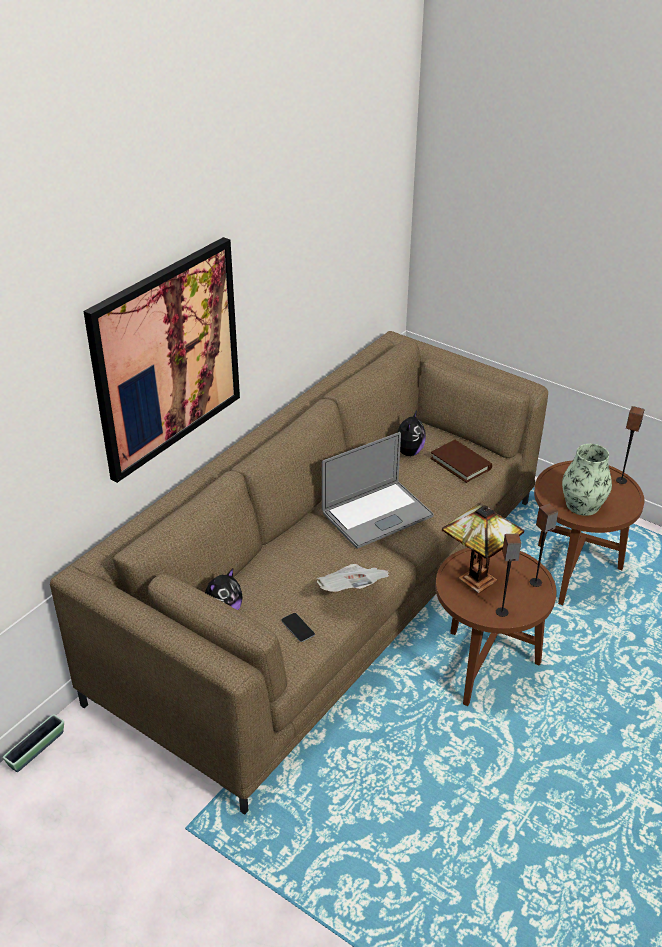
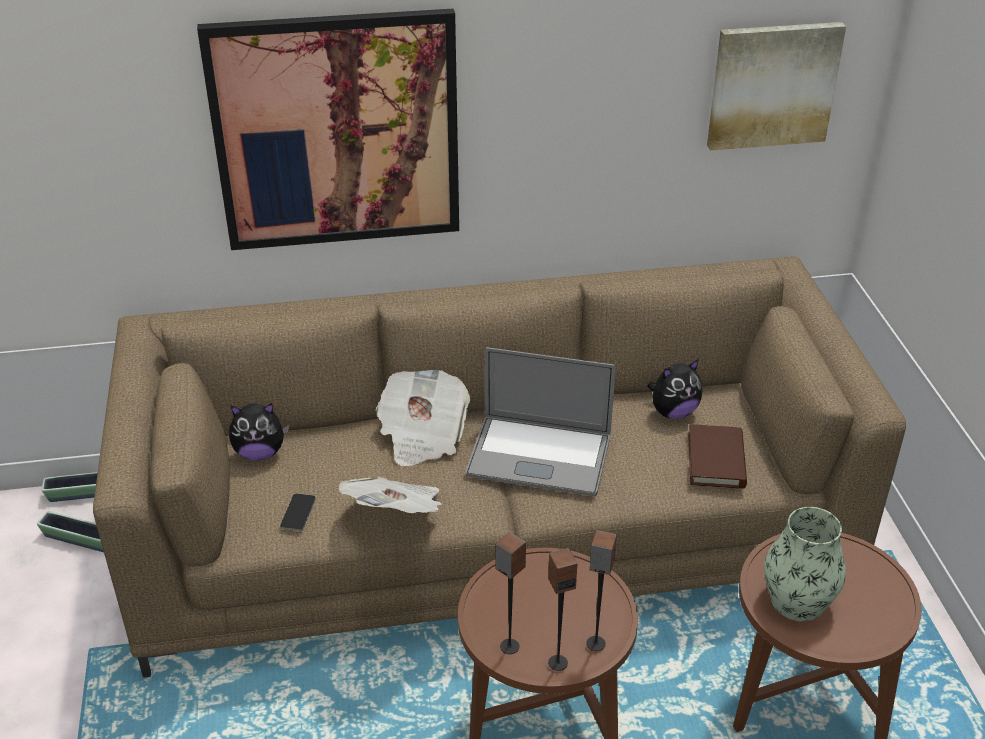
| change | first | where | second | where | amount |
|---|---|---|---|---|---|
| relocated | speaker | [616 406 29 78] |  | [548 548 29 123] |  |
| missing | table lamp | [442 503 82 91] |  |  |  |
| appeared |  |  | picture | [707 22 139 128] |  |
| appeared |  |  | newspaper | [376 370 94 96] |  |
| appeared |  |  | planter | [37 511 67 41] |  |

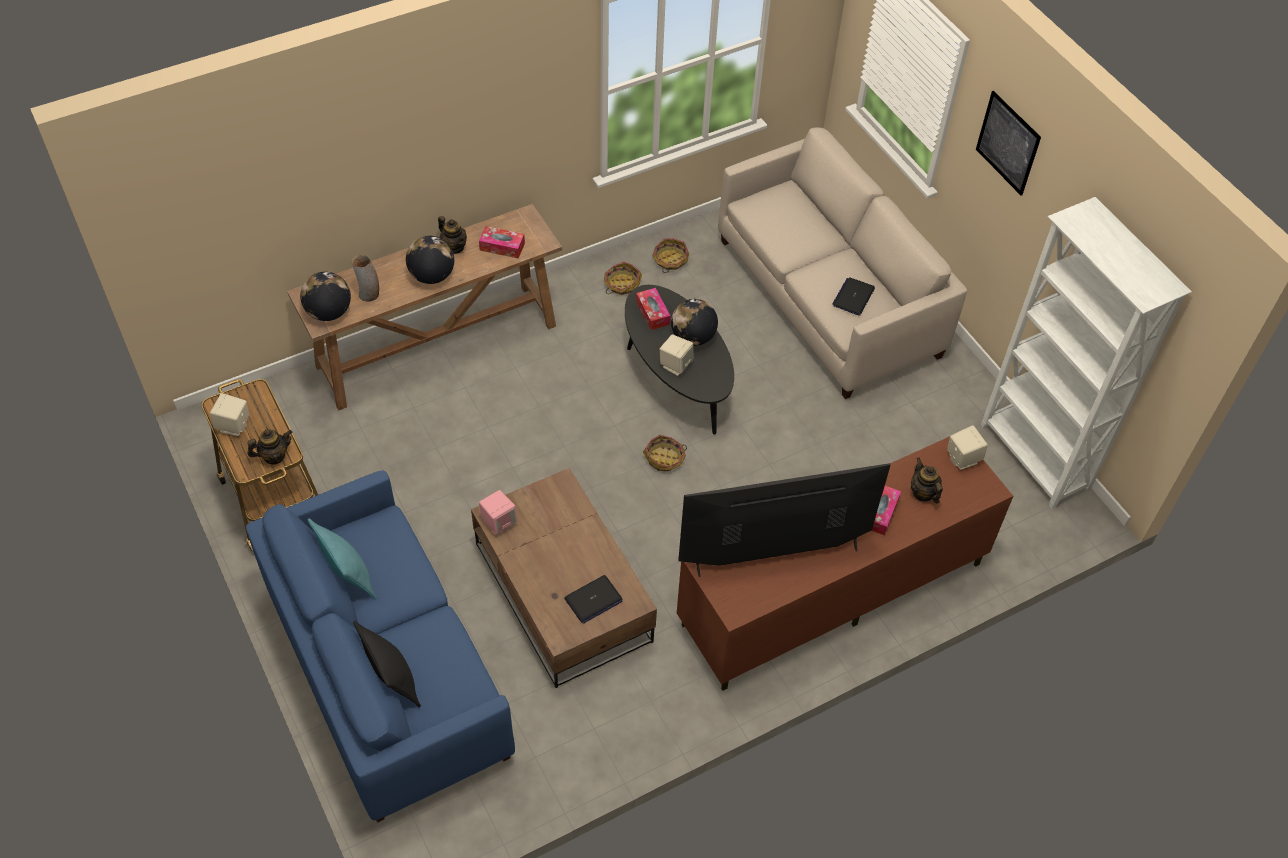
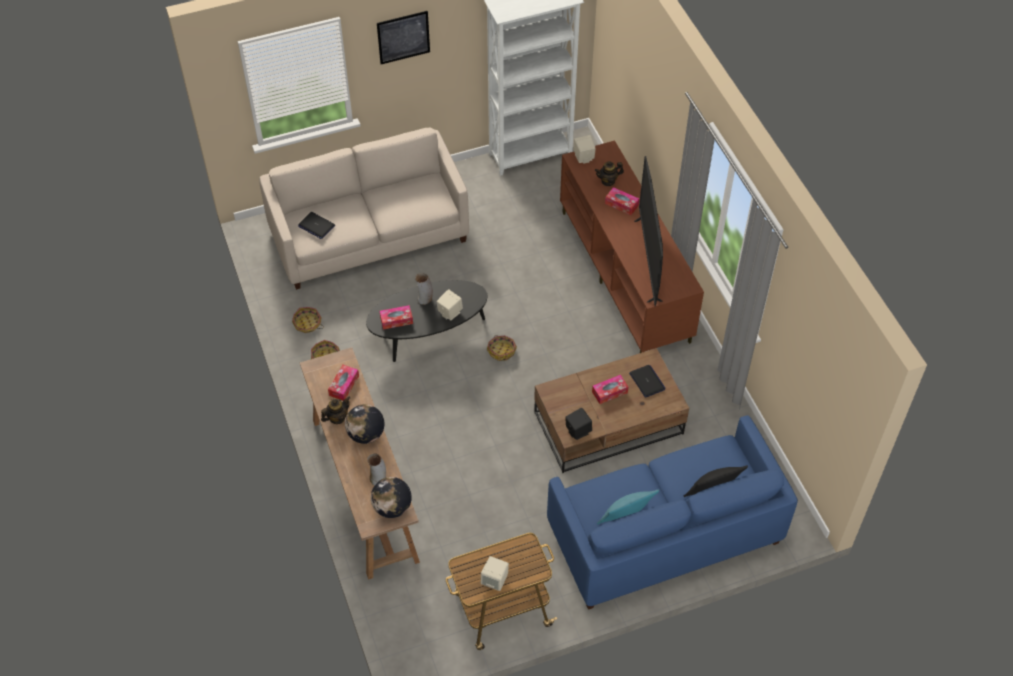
| change | first | where | second | where | amount |
|---|---|---|---|---|---|
| relocated | laptop | [832 277 43 39] |  | [298 212 37 27] |  |
| exchanged | globe | [671 299 47 47] | vase | [415 273 18 32] |  |
| missing | teapot | [248 429 44 36] |  |  |  |
| colour | speaker (pink) | [479 490 39 45] | speaker (black) | [565 408 27 32] |  |
| appeared |  |  | tissue box | [592 375 36 29] |  |

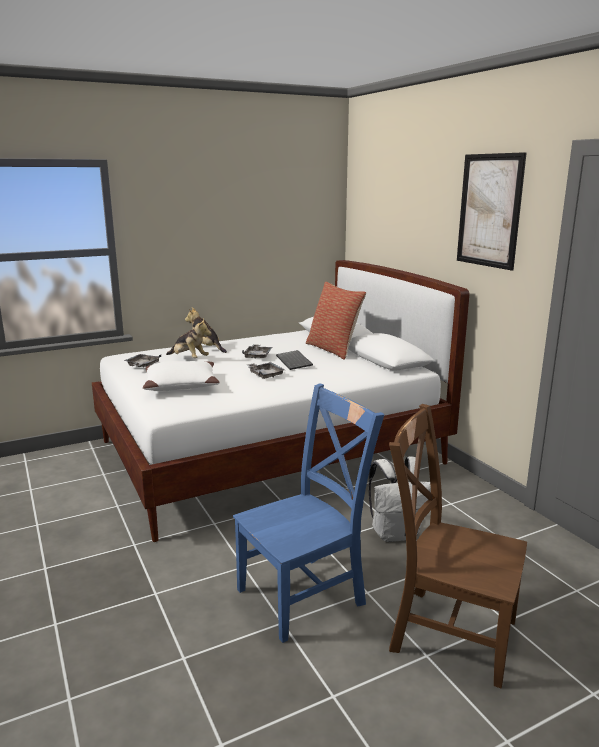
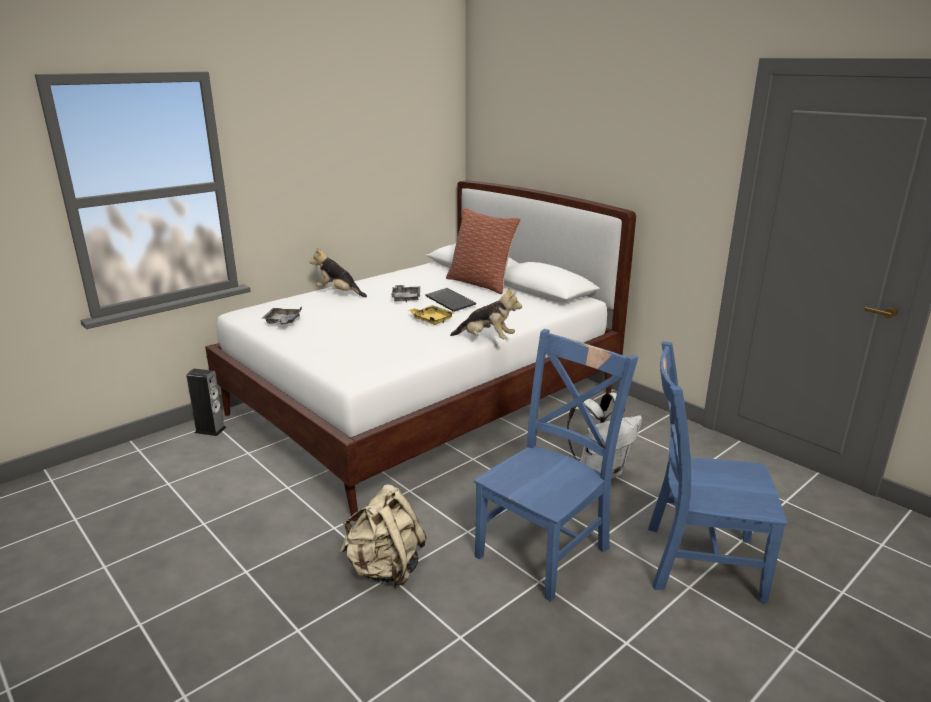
| change | first | where | second | where | amount |
|---|---|---|---|---|---|
| missing | picture | [457 152 70 118] |  |  |  |
| relocated | plush toy | [166 319 46 39] |  | [450 287 72 52] |  |
| missing | pillow (white) | [143 361 77 30] |  |  |  |
| colour | tray (grey) | [248 362 37 17] | tray (yellow) | [407 305 47 20] |  |
| colour | chair (brown) | [389 404 138 284] | chair (blue) | [648 341 139 263] |  |
| appeared |  |  | speaker | [186 369 40 67] |  |
| appeared |  |  | backpack (beige) | [340 484 87 104] |  |

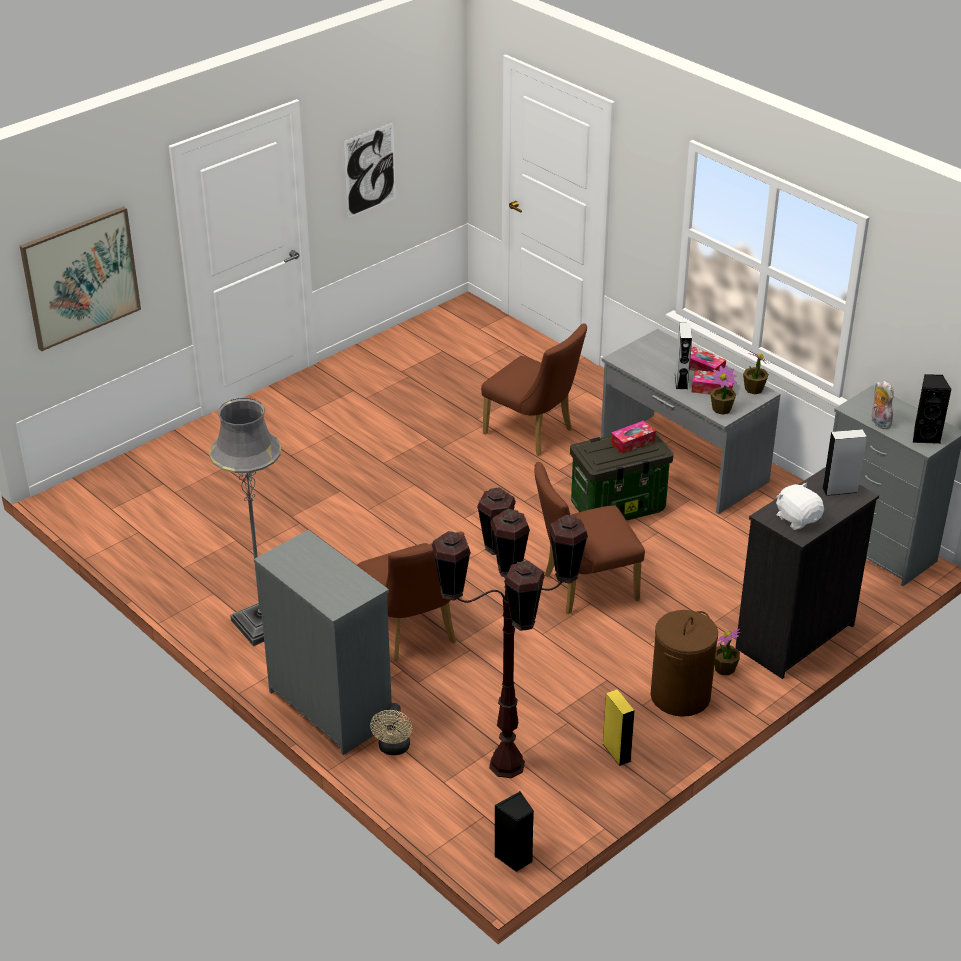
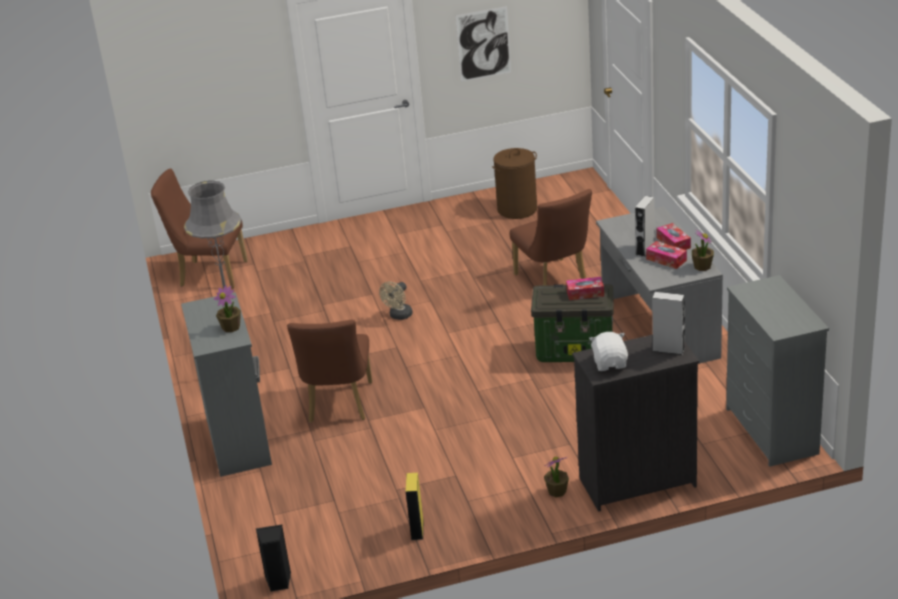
| change | first | where | second | where | amount |
|---|---|---|---|---|---|
| missing | picture | [20 206 121 145] |  |  |  |
| relocated | potted plant | [710 366 27 49] |  | [214 285 27 47] |  |
| missing | speaker (black) | [913 374 39 70] |  |  |  |
| missing | plush toy | [872 380 22 49] |  |  |  |
| relocated | chair (brown) | [534 462 111 152] |  | [151 168 97 120] |  |
| missing | floor lamp (brown) | [432 487 156 291] |  |  |  |
| relocated | laundry basket (brown) | [650 610 68 107] |  | [492 148 45 71] |  |
| relocated | fan (beige) | [370 703 42 52] |  | [379 282 33 38] |  |

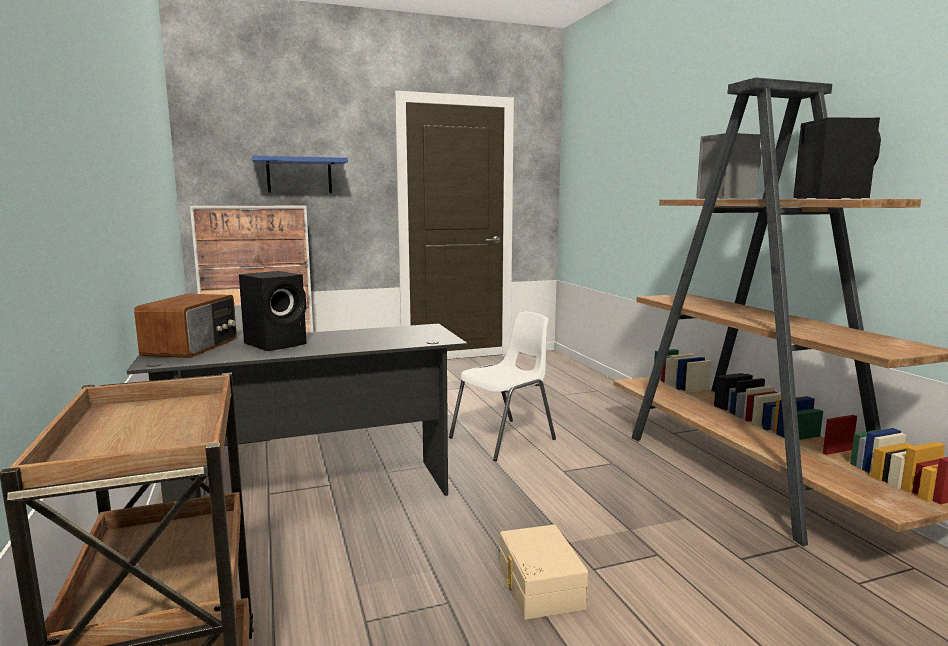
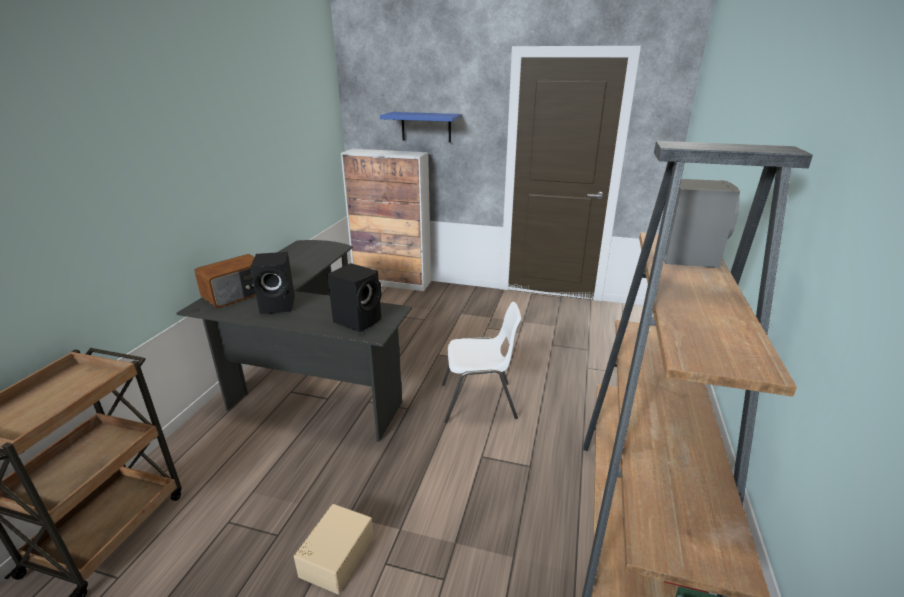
| change | first | where | second | where | amount |
|---|---|---|---|---|---|
| relocated | speaker (black) | [793 117 88 82] |  | [327 263 55 69] |  |

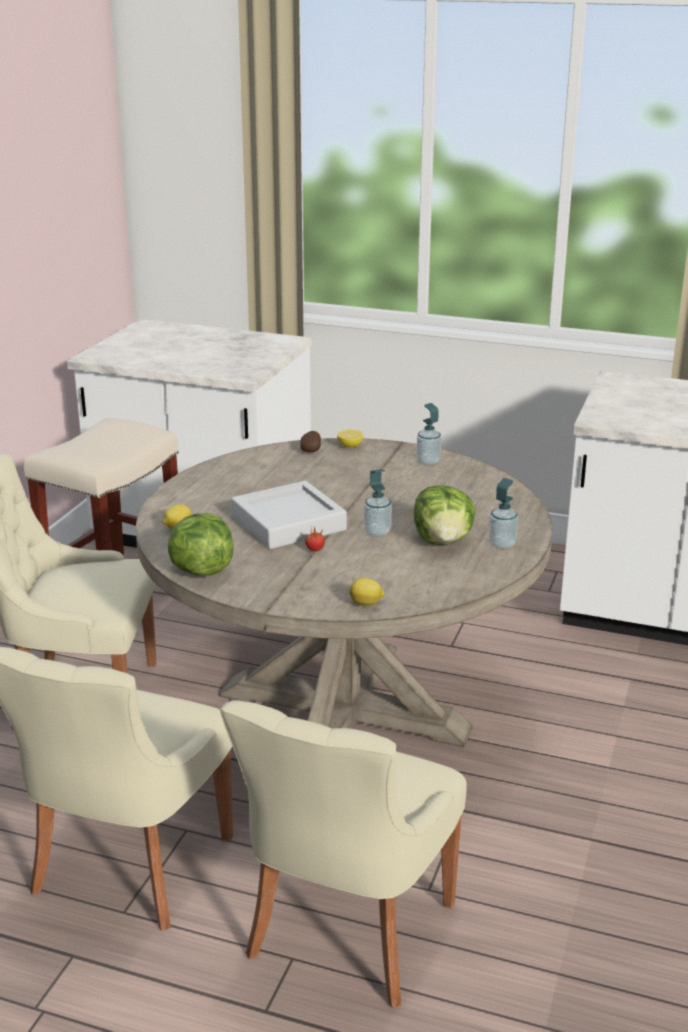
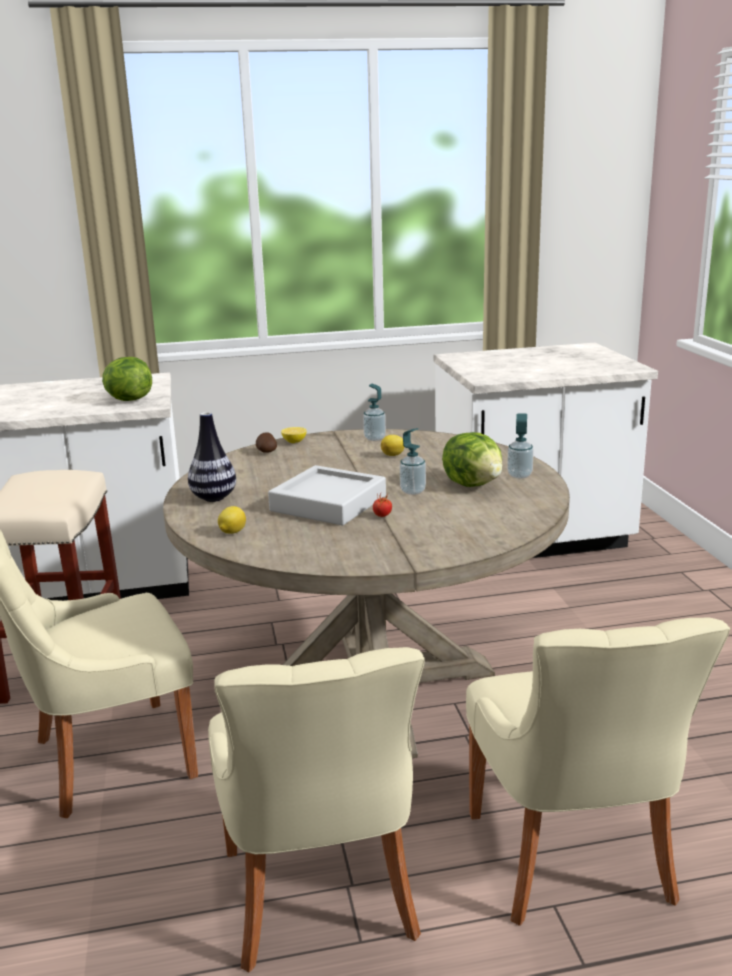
| change | first | where | second | where | amount |
|---|---|---|---|---|---|
| relocated | lettuce | [168 513 66 63] |  | [102 357 50 44] |  |
| relocated | lemon | [349 578 35 28] |  | [381 435 23 21] |  |
| appeared |  |  | vase | [188 412 48 90] |  |

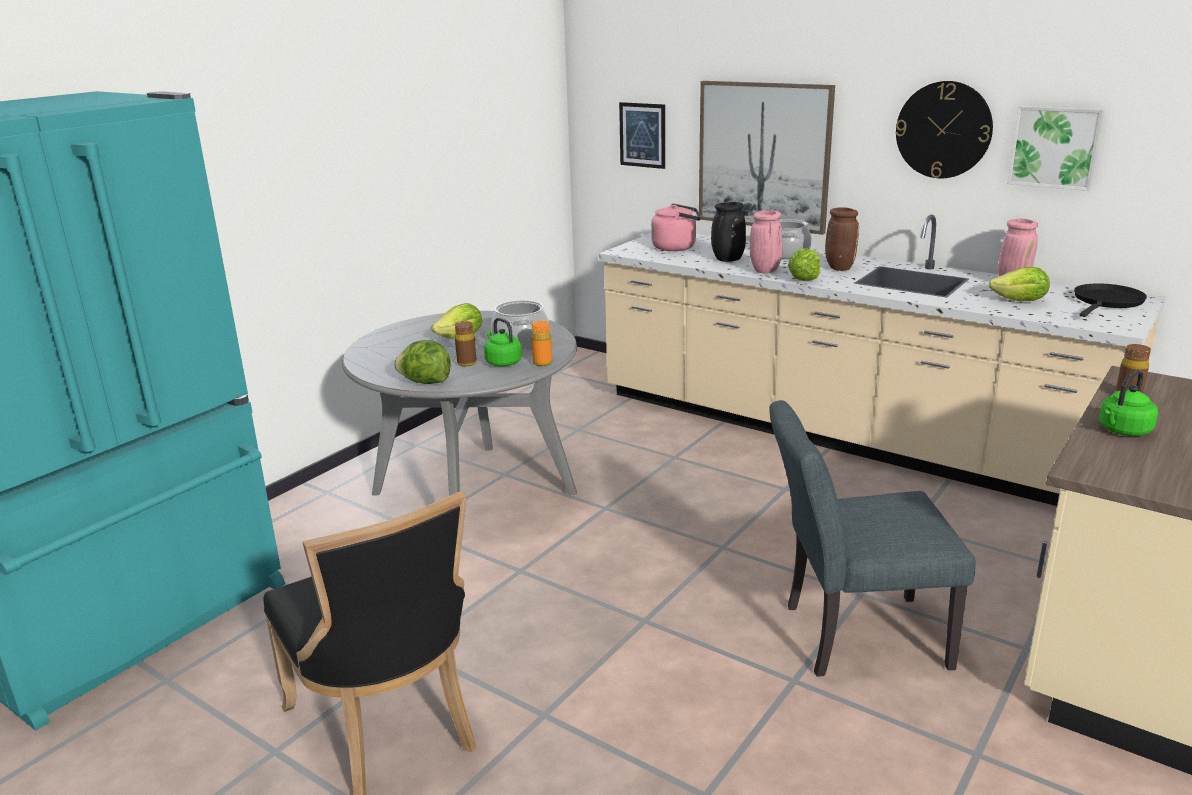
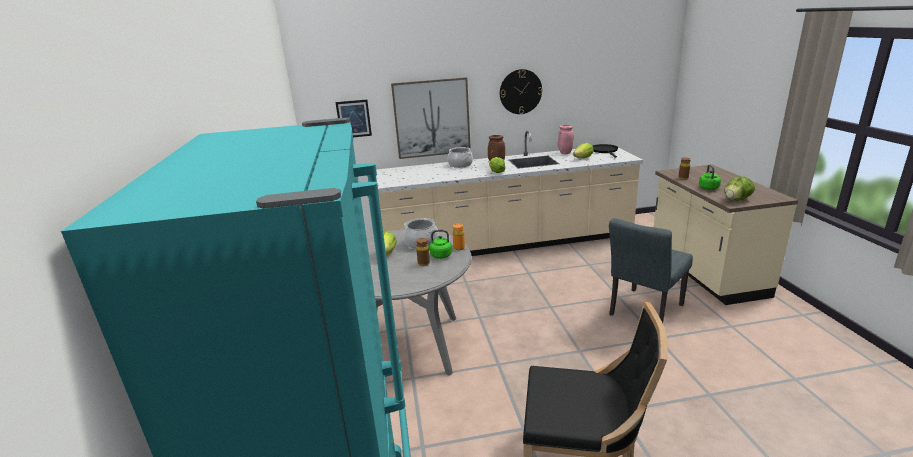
| change | first | where | second | where | amount |
|---|---|---|---|---|---|
| missing | picture | [1007 106 98 85] |  |  |  |
| missing | vase (black) | [711 202 35 60] |  |  |  |
| missing | kettle (pink) | [651 203 50 48] |  |  |  |
| missing | vase (pink) | [750 210 33 63] |  |  |  |
| relocated | lettuce | [394 340 57 44] |  | [724 176 31 25] |  |

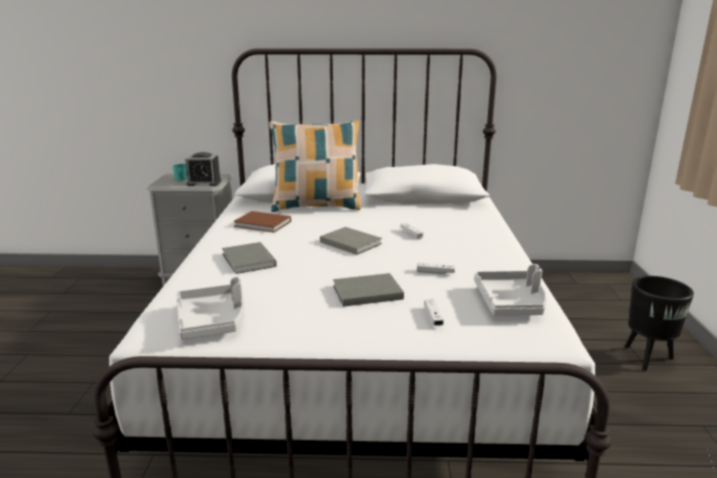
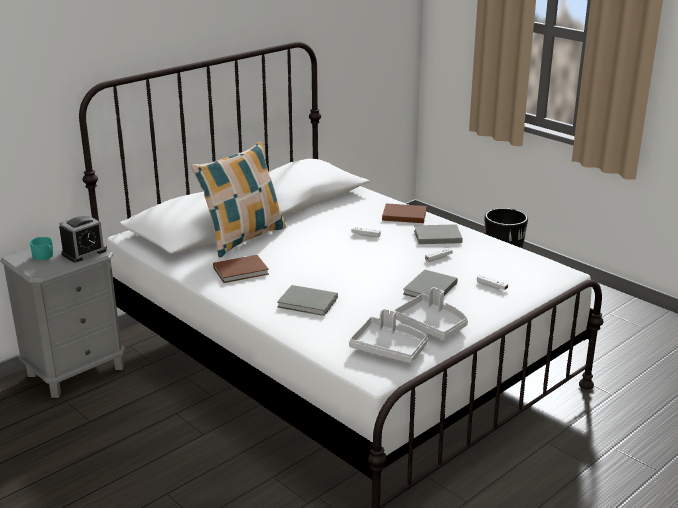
| change | first | where | second | where | amount |
|---|---|---|---|---|---|
| relocated | book (grey) | [320 227 62 28] |  | [414 224 49 20] |  |
| relocated | tray (grey) | [474 264 73 52] |  | [394 287 74 53] |  |
| appeared |  |  | book (brown) | [382 203 45 20] |  |

